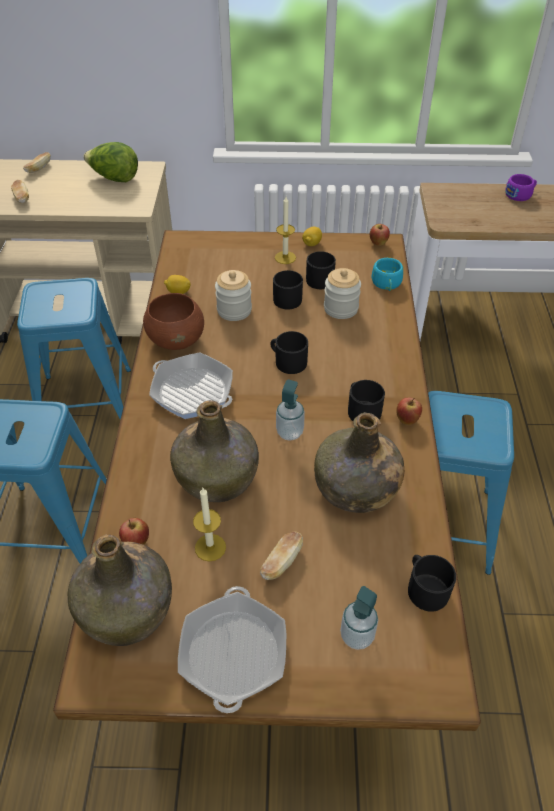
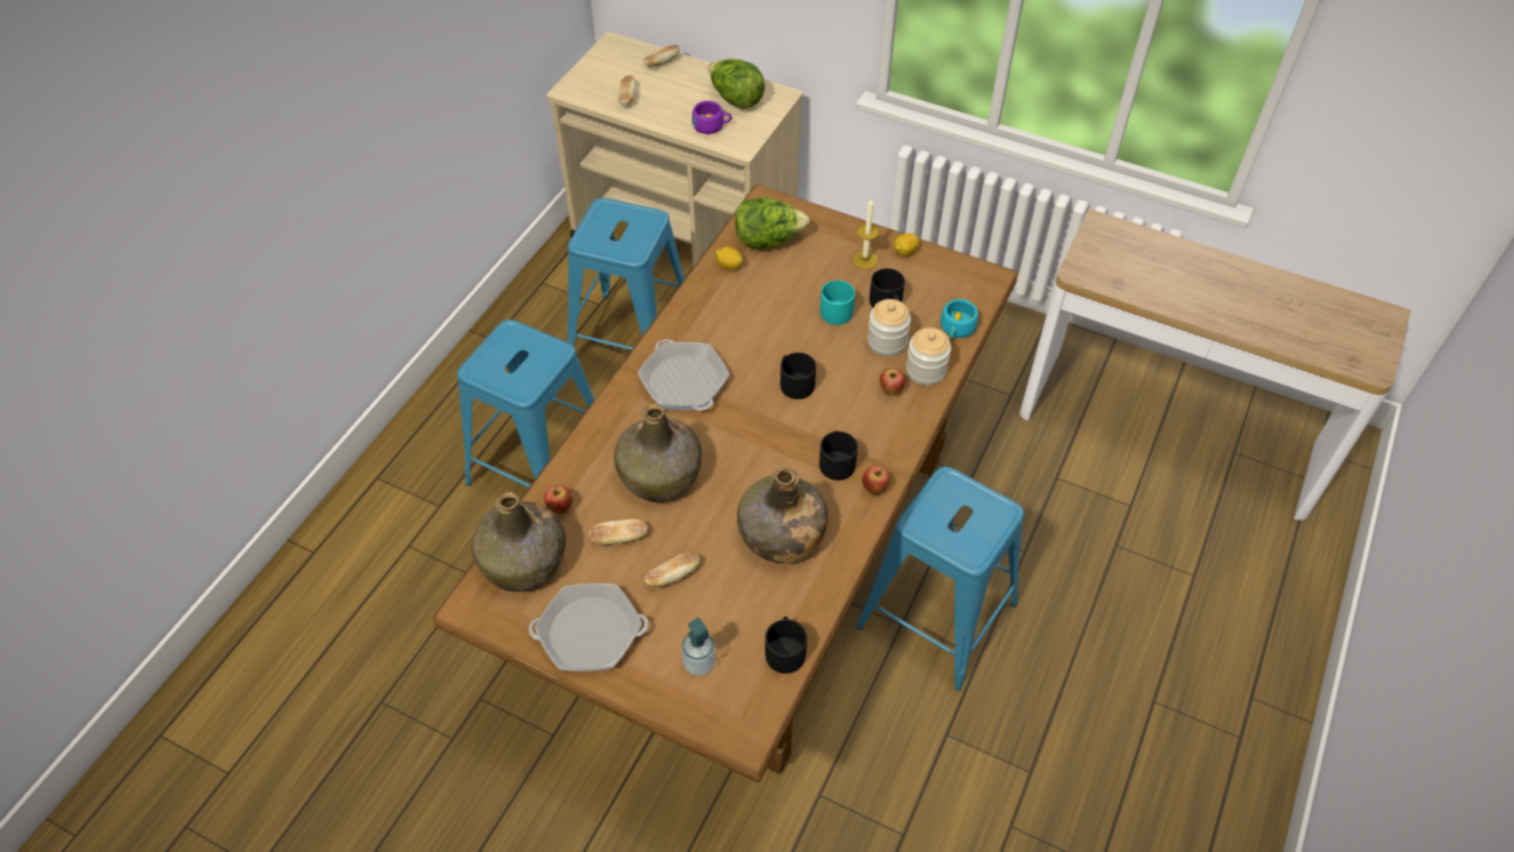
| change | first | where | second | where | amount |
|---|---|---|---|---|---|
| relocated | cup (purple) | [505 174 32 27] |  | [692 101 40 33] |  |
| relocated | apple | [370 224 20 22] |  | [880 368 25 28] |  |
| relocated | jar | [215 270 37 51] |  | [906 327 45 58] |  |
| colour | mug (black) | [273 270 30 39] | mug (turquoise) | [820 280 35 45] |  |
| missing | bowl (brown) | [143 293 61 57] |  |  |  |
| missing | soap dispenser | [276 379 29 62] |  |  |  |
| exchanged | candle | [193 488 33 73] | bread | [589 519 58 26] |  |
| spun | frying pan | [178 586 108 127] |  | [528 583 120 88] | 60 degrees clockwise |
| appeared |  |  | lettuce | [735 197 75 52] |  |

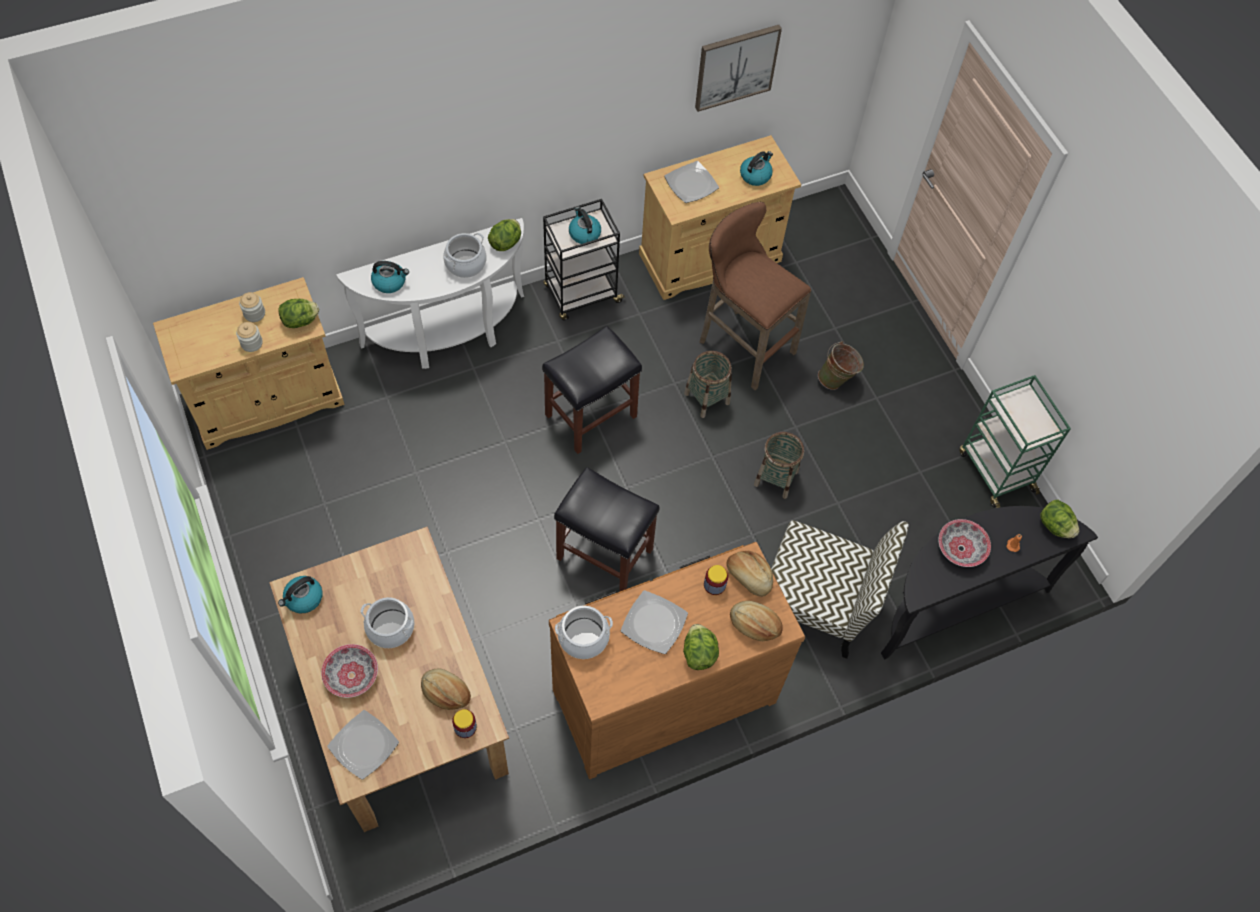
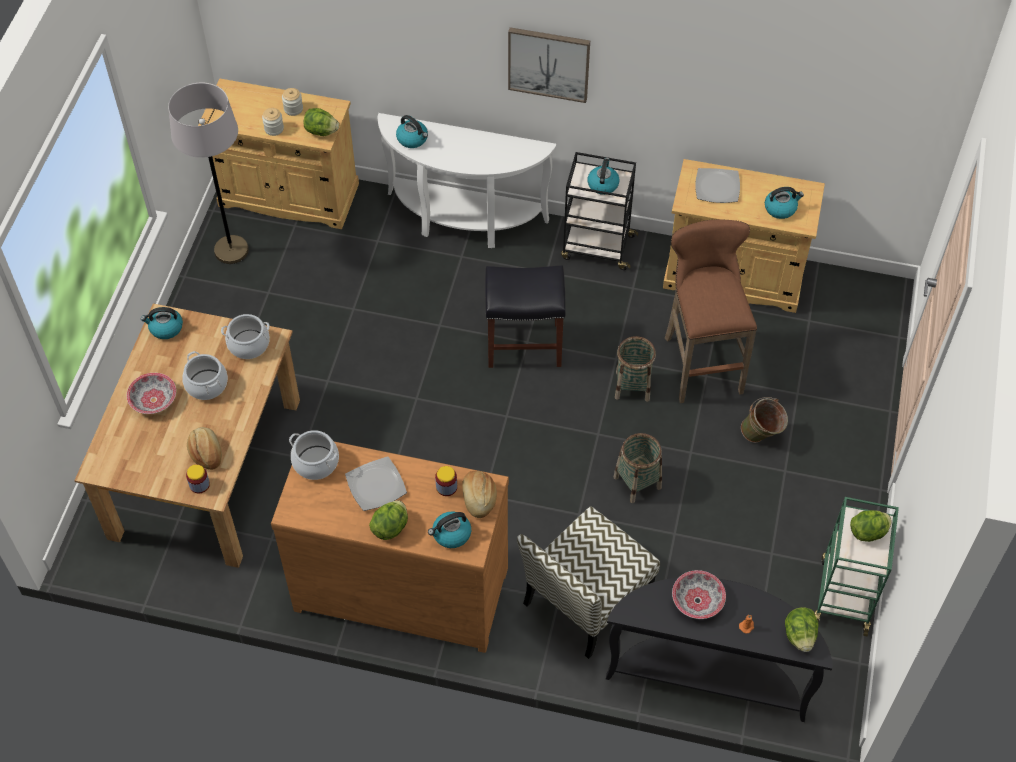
| change | first | where | second | where | amount |
|---|---|---|---|---|---|
| relocated | picture | [695 25 87 87] |  | [508 27 82 76] |  |
| relocated | lettuce | [488 219 33 32] |  | [850 510 41 32] |  |
| relocated | cooking pot | [443 233 43 45] |  | [221 314 49 45] |  |
| missing | stool (black) | [554 467 106 125] |  |  |  |
| spun | chair | [771 520 138 139] |  | [517 506 143 153] | 75 degrees clockwise |
| exchanged | bread | [730 601 53 40] | kettle | [428 511 43 37] |  |
| missing | plate | [327 710 72 70] |  |  |  |
| appeared |  |  | floor lamp (grey) | [168 82 81 182] |  |

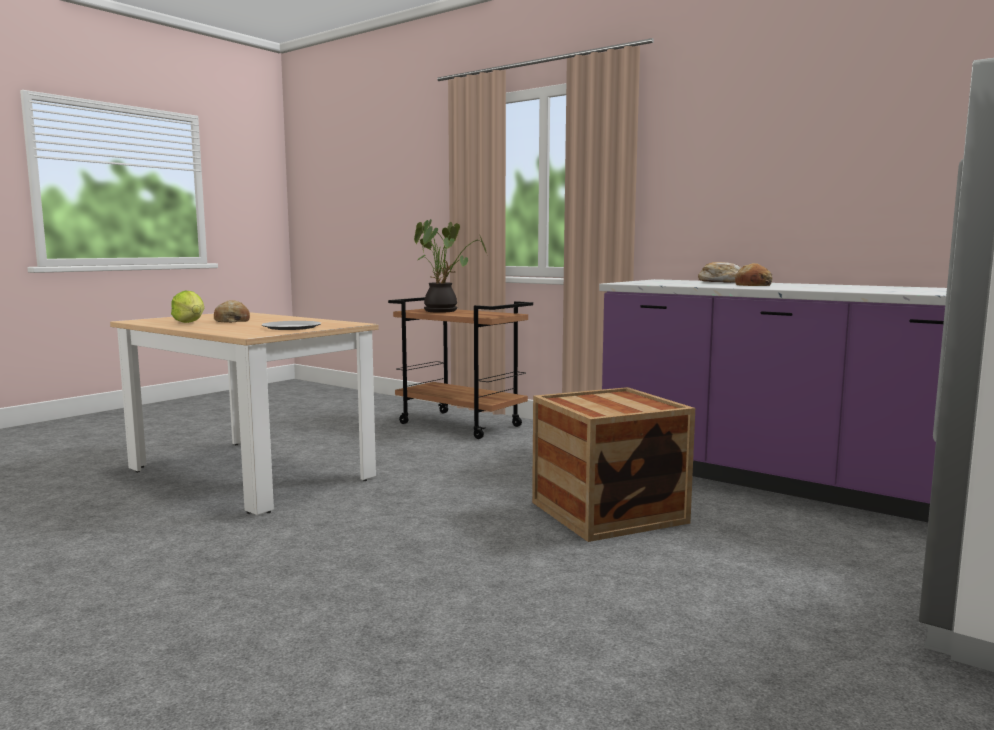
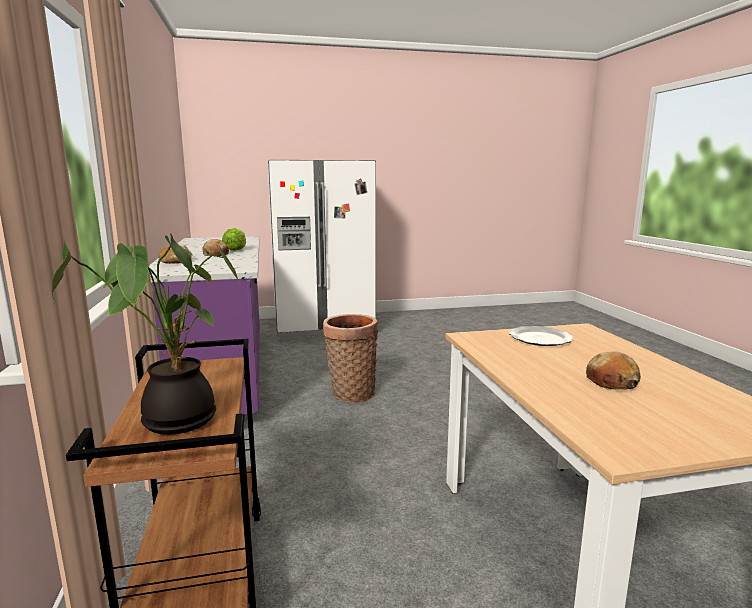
| change | first | where | second | where | amount |
|---|---|---|---|---|---|
| relocated | lettuce | [171 291 33 32] |  | [222 228 24 23] |  |
| exchanged | crate | [532 387 163 155] | basket | [323 314 55 88] |  |

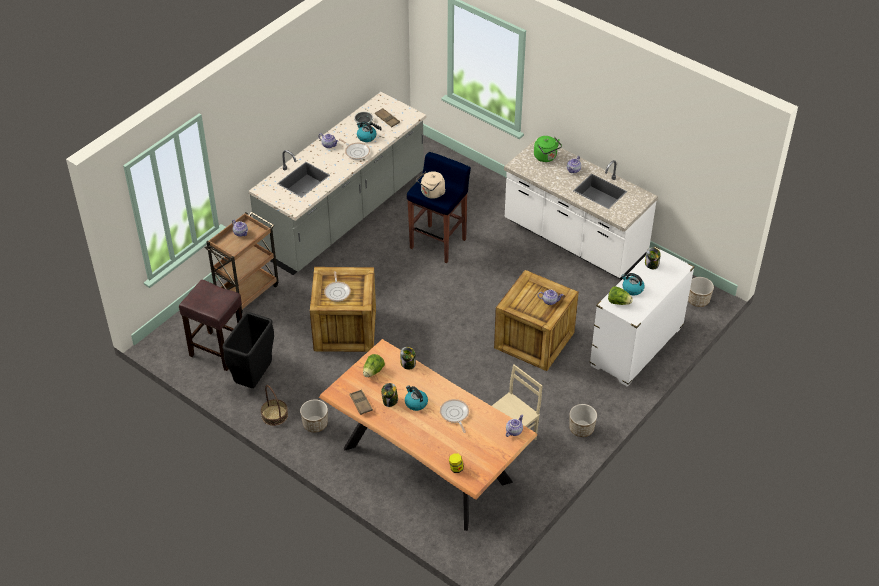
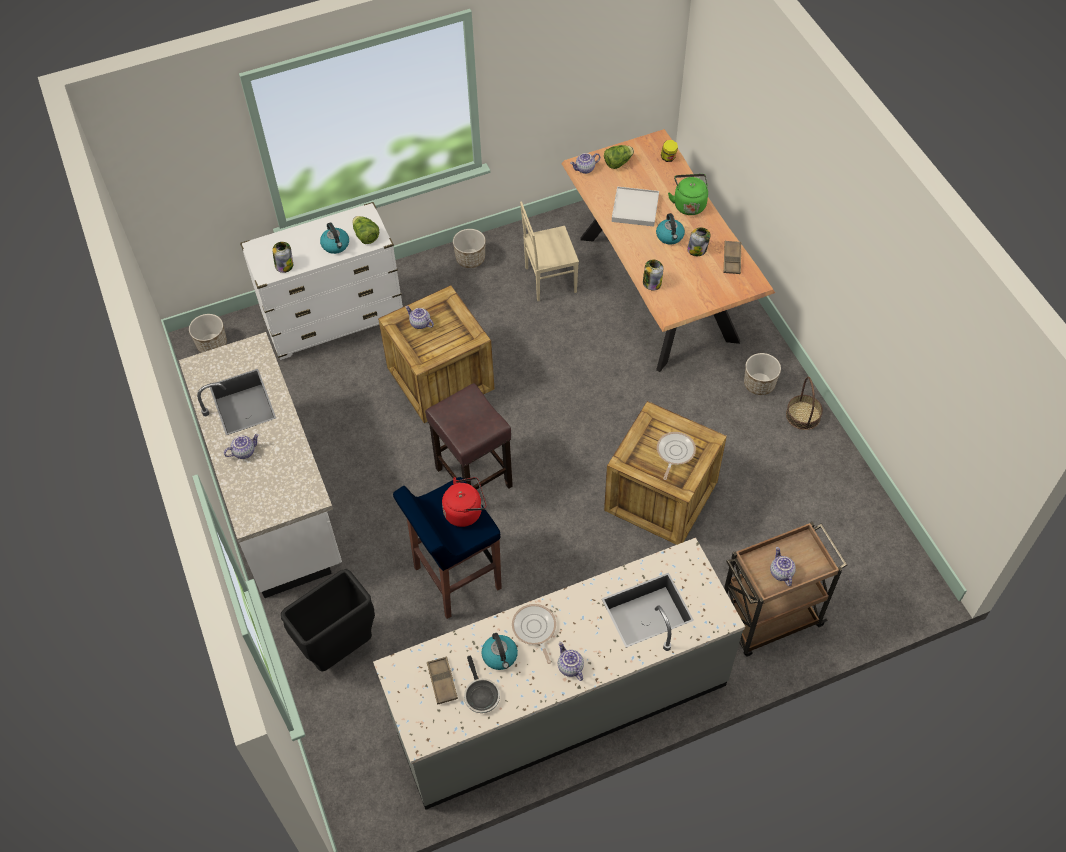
| change | first | where | second | where | amount |
|---|---|---|---|---|---|
| relocated | kettle (green) | [534 136 28 26] |  | [668 174 40 41] |  |
| colour | kettle (beige) | [416 171 30 28] | kettle (red) | [442 477 44 50] |  |
| relocated | stool (brown) | [179 280 63 91] |  | [425 383 88 107] |  |
| relocated | trash can (black) | [222 312 52 76] |  | [281 569 94 103] |  |
| relocated | lettuce | [363 354 22 23] |  | [604 145 30 24] |  |
| exchanged | frying pan | [440 399 29 34] | tray (white) | [612 186 47 41] |  |

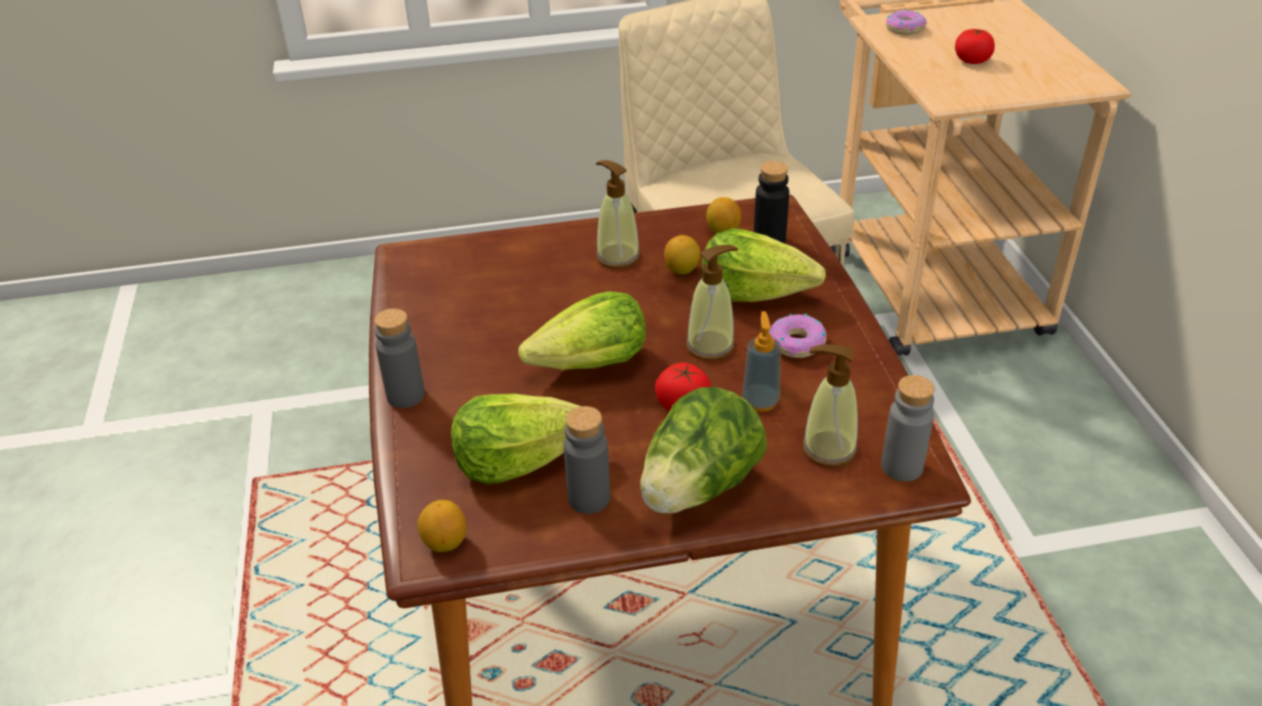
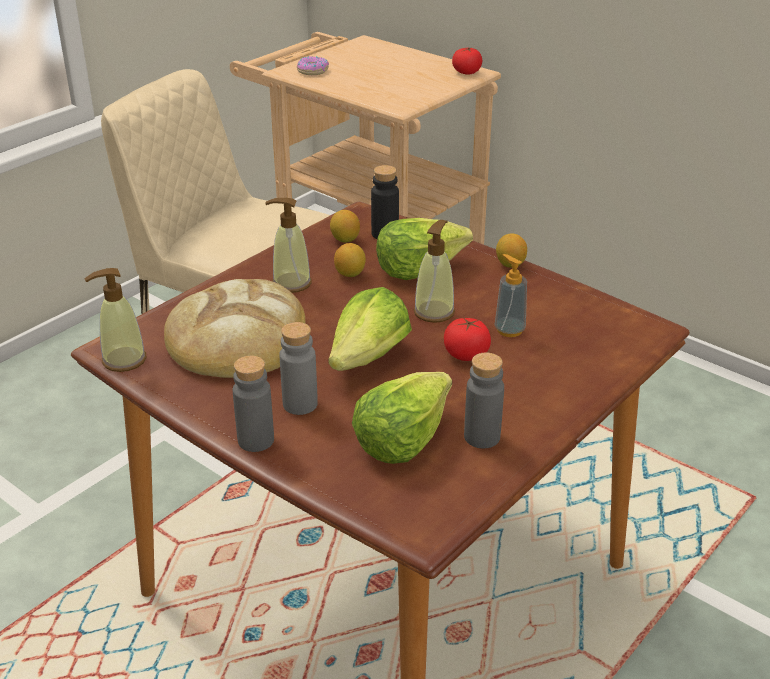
| change | first | where | second | where | amount |
|---|---|---|---|---|---|
| relocated | tomato | [955 29 40 35] |  | [452 47 30 28] |  |
| missing | donut | [768 314 59 44] |  |  |  |
| relocated | soap dispenser | [802 344 56 123] |  | [84 268 62 104] |  |
| relocated | bottle (grey) | [881 375 54 107] |  | [279 322 39 93] |  |
| missing | lettuce | [640 387 127 127] |  |  |  |
| relocated | lemon | [417 500 50 52] |  | [496 233 31 35] |  |
| appeared |  |  | bread | [164 279 142 99] |  |

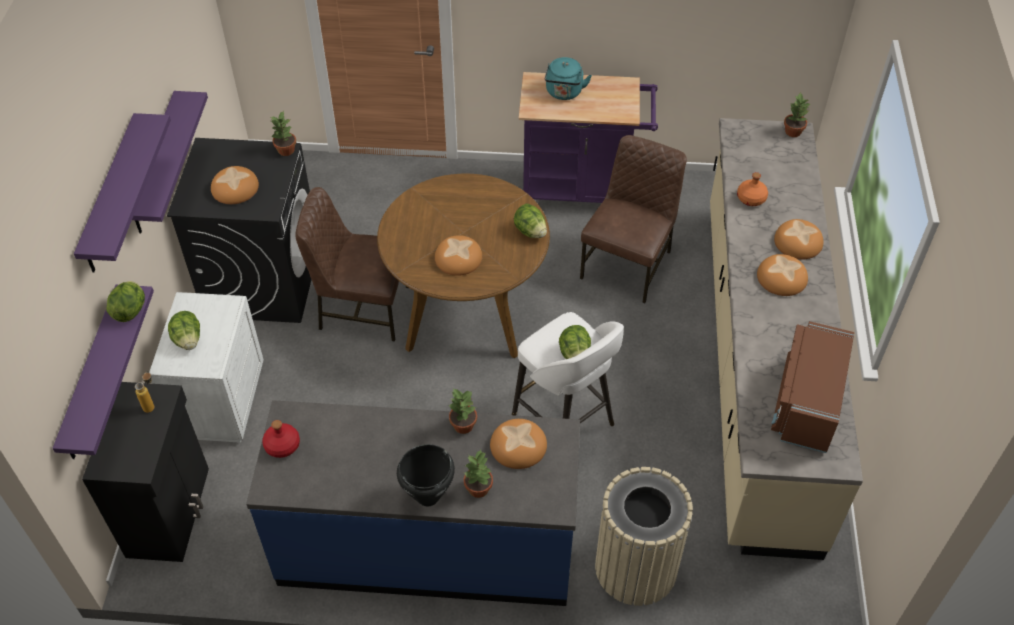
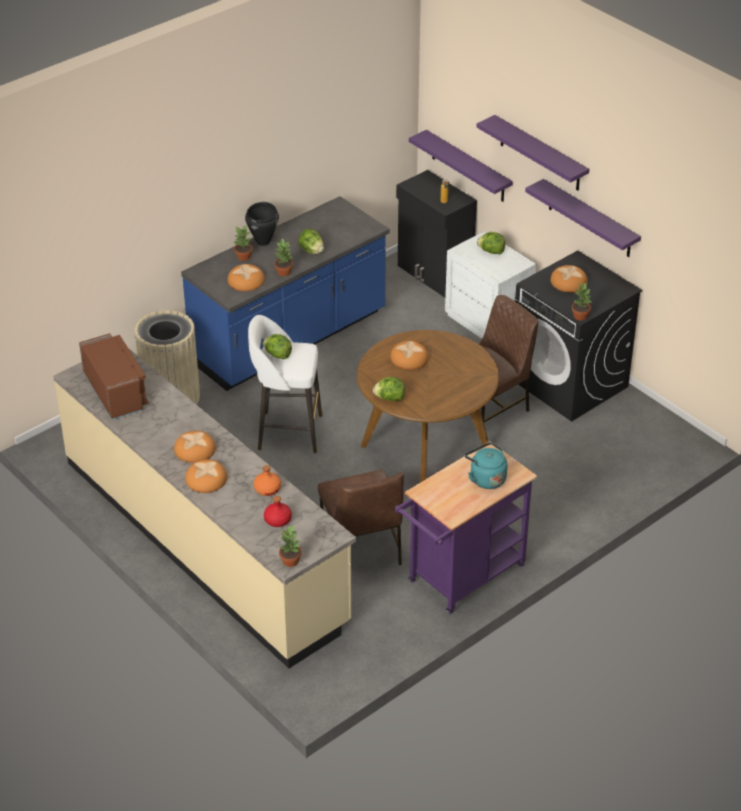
| change | first | where | second | where | amount |
|---|---|---|---|---|---|
| relocated | lettuce | [106 281 39 41] |  | [298 229 26 25] |  |
| relocated | bottle (red) | [262 420 38 38] |  | [264 496 28 31] |  |

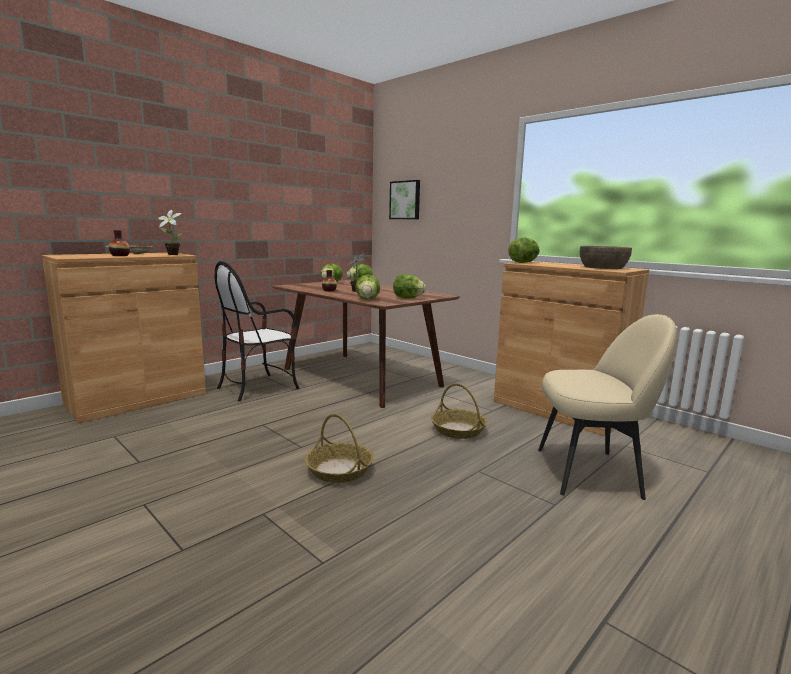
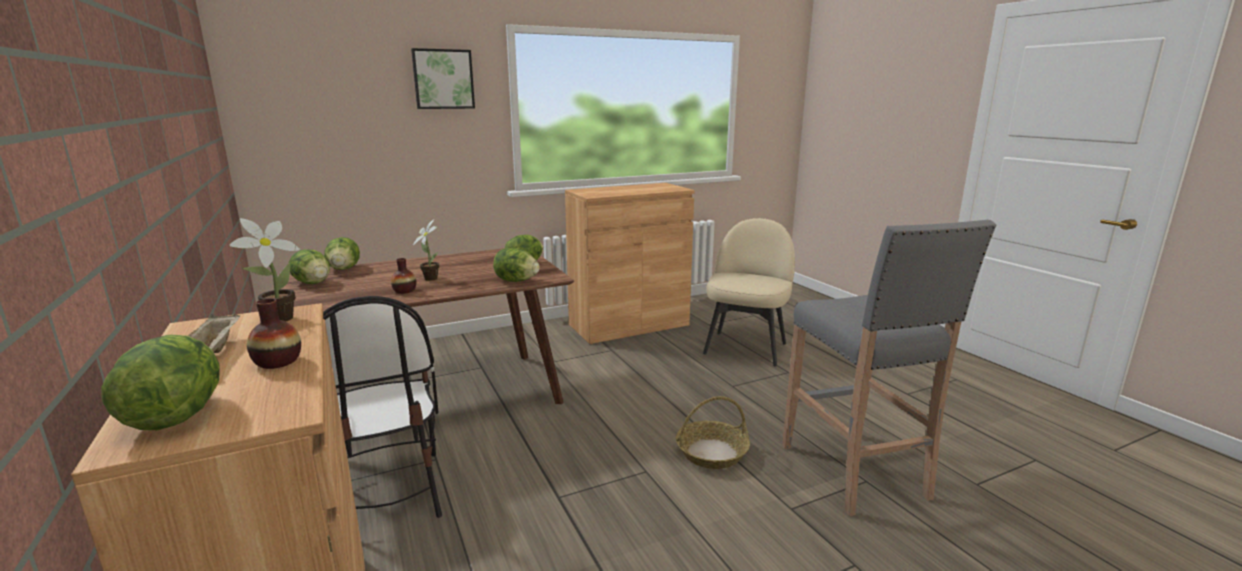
| change | first | where | second | where | amount |
|---|---|---|---|---|---|
| relocated | picture | [389 180 31 39] |  | [411 48 64 61] |  |
| relocated | lettuce | [508 237 32 26] |  | [101 335 119 95] |  |
| missing | bowl (brown) | [580 246 52 23] |  |  |  |
| missing | basket | [431 383 56 56] |  |  |  |
| appeared |  |  | stool (grey) | [782 220 214 296] |  |

